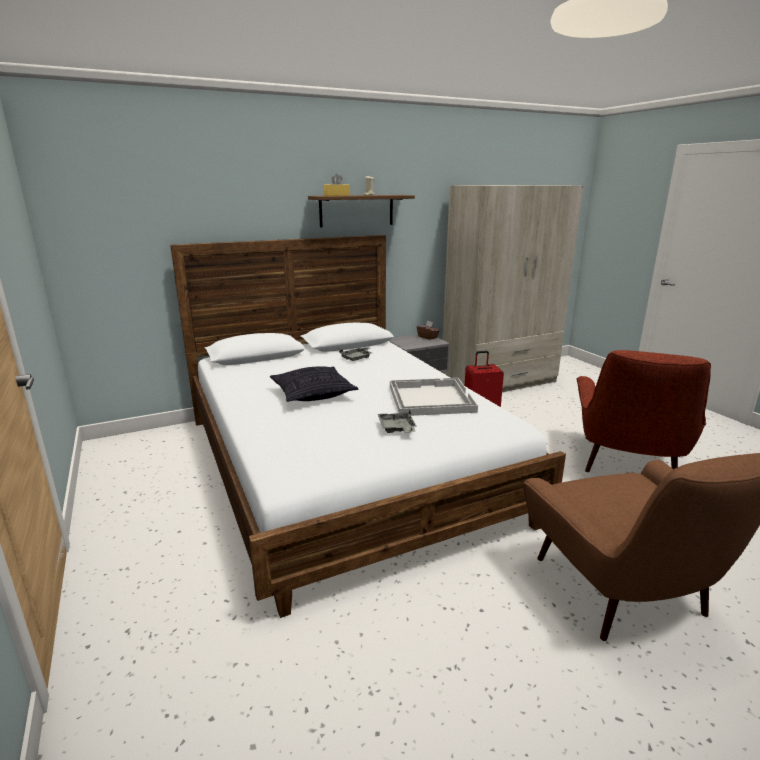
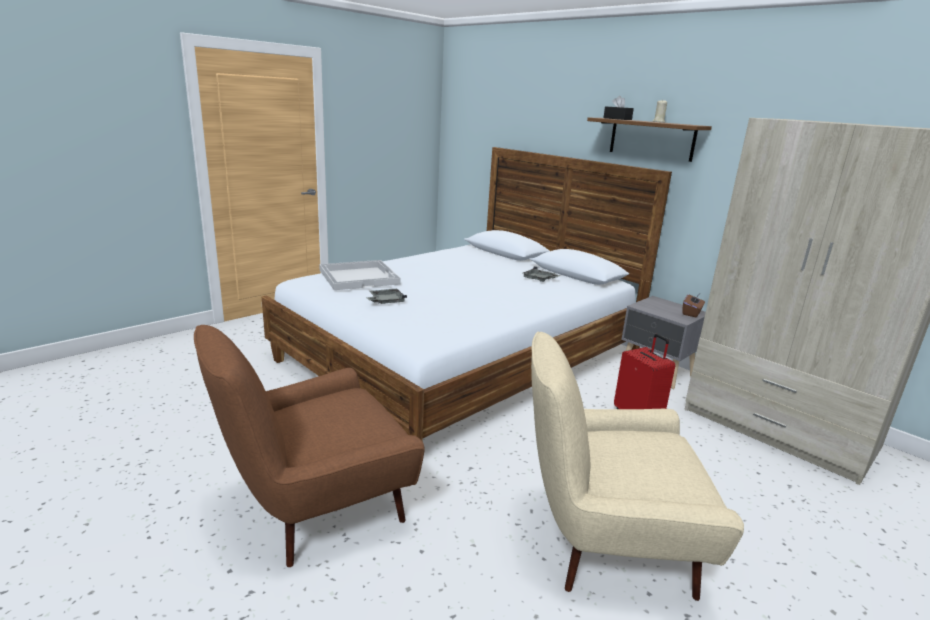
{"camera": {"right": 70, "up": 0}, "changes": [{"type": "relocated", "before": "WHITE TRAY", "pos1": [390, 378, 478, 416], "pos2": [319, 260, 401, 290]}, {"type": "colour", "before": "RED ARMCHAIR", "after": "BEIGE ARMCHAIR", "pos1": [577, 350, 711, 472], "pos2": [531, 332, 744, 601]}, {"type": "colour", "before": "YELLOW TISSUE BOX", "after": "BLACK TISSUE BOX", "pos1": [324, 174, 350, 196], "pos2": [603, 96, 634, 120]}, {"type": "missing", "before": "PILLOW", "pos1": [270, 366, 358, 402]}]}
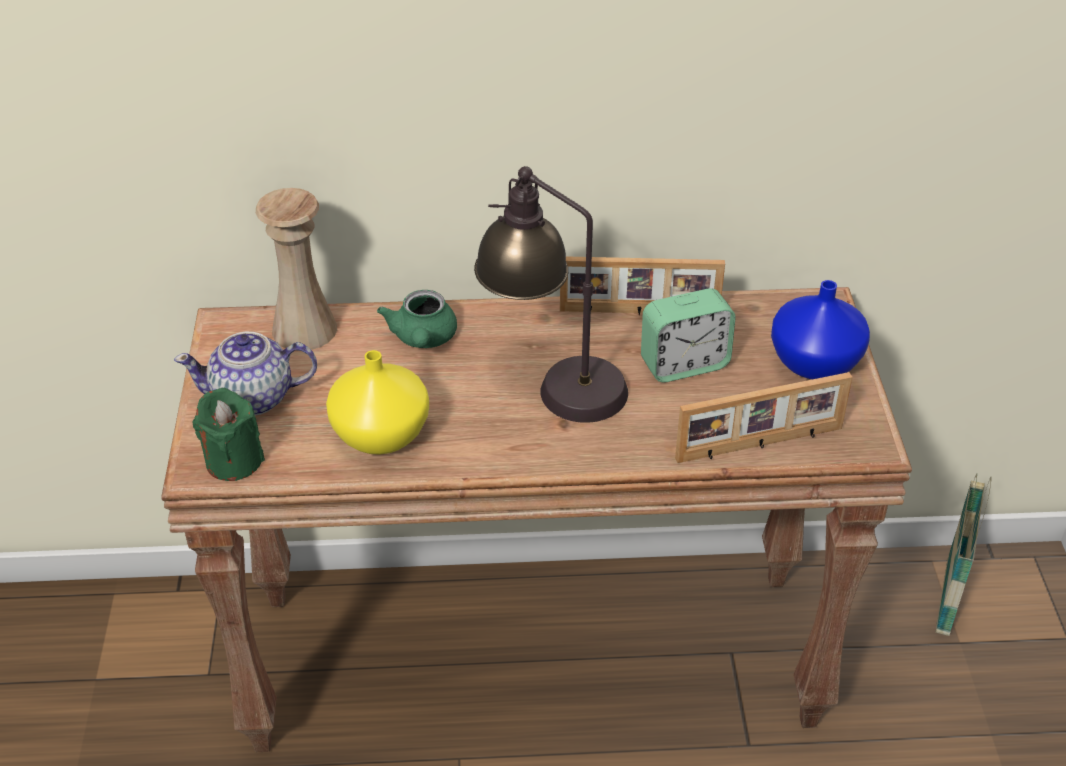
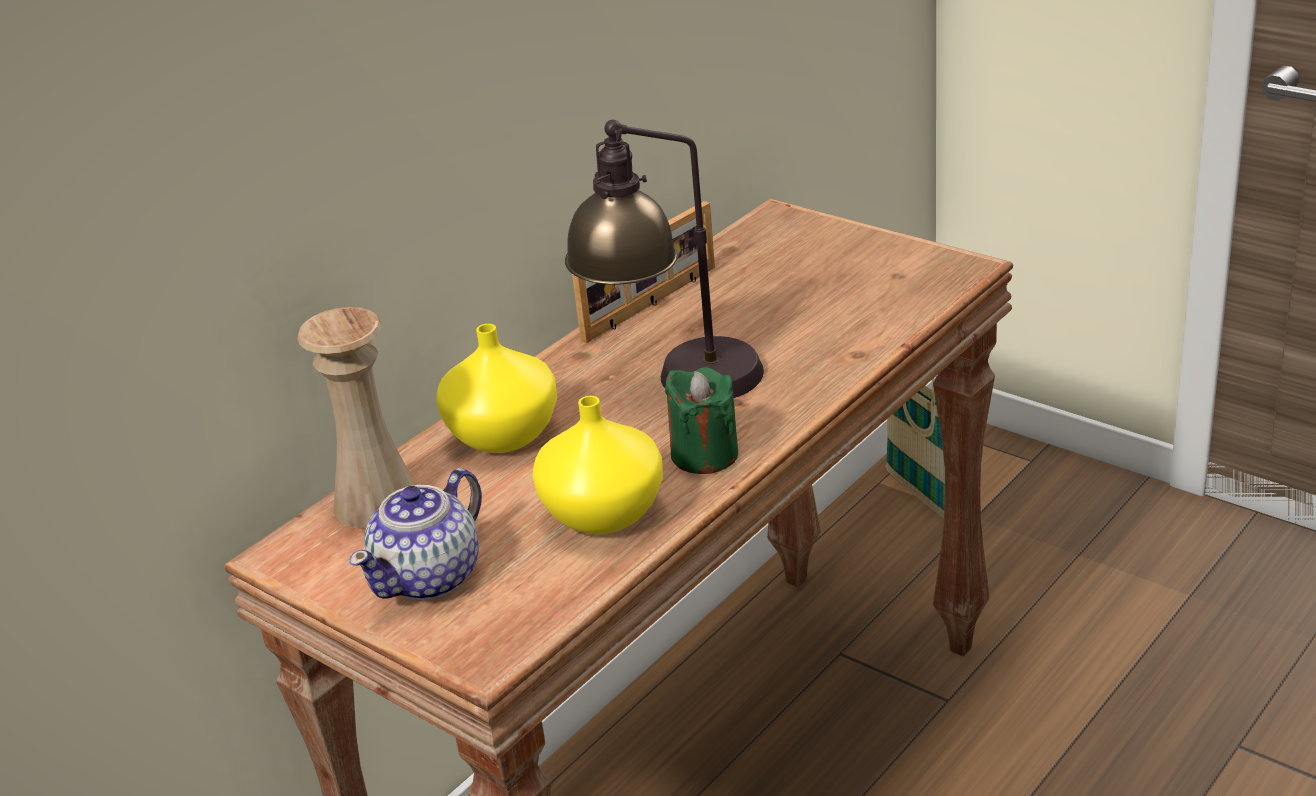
{"camera": {"right": -45, "up": -10}, "changes": [{"type": "exchanged", "before": "GREEN TEAPOT", "after": "YELLOW VASE", "pos1": [377, 290, 457, 348], "pos2": [437, 324, 557, 453]}, {"type": "relocated", "before": "GREEN CANDLE", "pos1": [192, 388, 265, 481], "pos2": [665, 367, 738, 474]}, {"type": "missing", "before": "ALARM CLOCK", "pos1": [641, 288, 736, 383]}, {"type": "missing", "before": "PICTURE FRAME", "pos1": [675, 372, 852, 463]}, {"type": "missing", "before": "BLUE VASE", "pos1": [771, 280, 870, 379]}]}
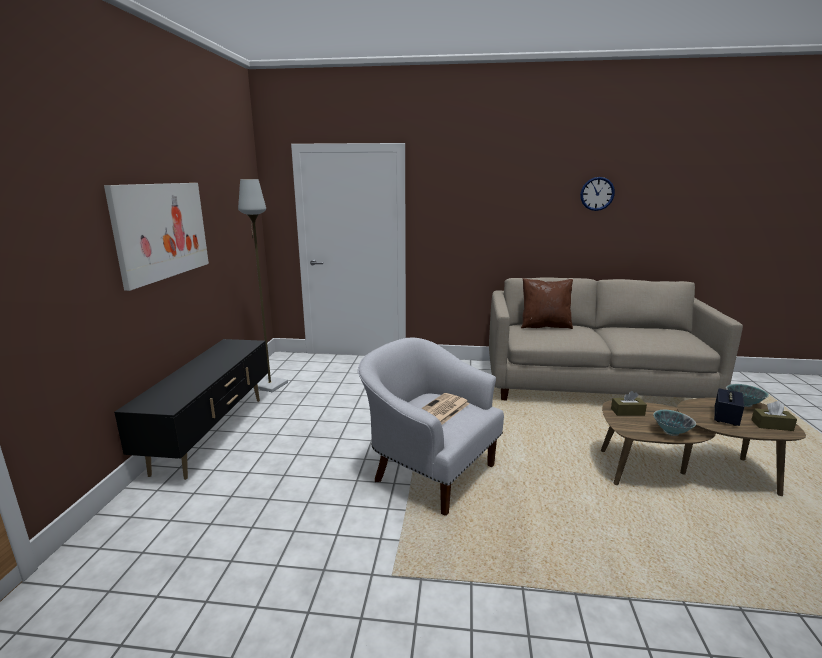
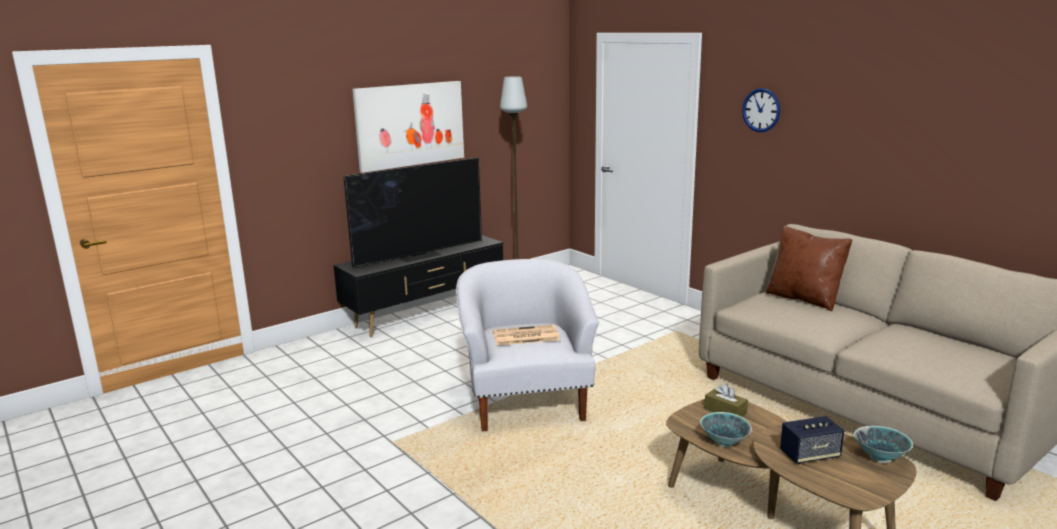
{"camera": {"right": 45, "up": 0}, "changes": [{"type": "appeared", "after": "TELEVISION", "pos2": [344, 158, 482, 267]}, {"type": "relocated", "before": "WALL CLOCK", "pos1": [580, 177, 615, 211], "pos2": [742, 88, 780, 132]}, {"type": "missing", "before": "BROWN TISSUE BOX", "pos1": [751, 401, 797, 431]}]}
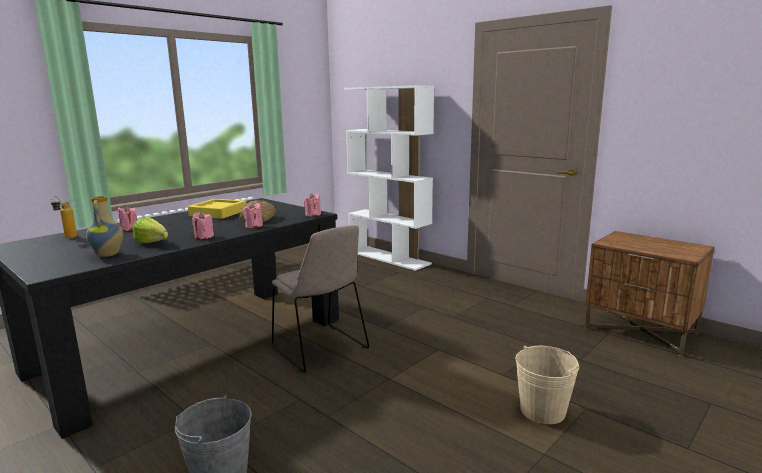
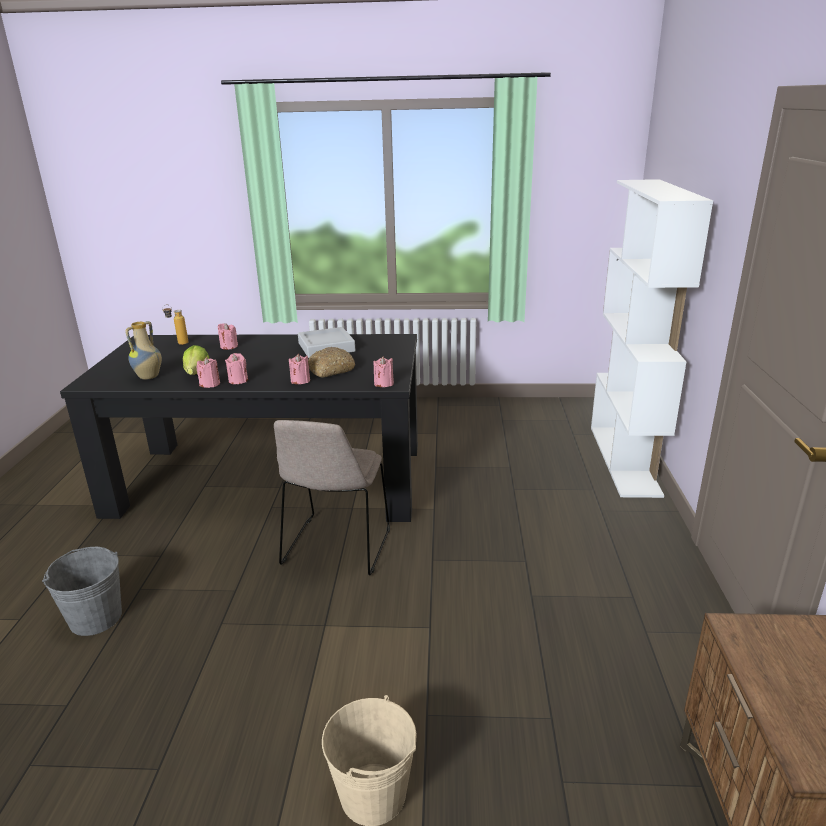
{"camera": {"right": 50, "up": 10}, "changes": [{"type": "appeared", "after": "PINK CANDLE", "pos2": [196, 357, 220, 388]}, {"type": "colour", "before": "YELLOW TRAY", "after": "GREY TRAY", "pos1": [188, 199, 247, 219], "pos2": [298, 327, 356, 358]}]}
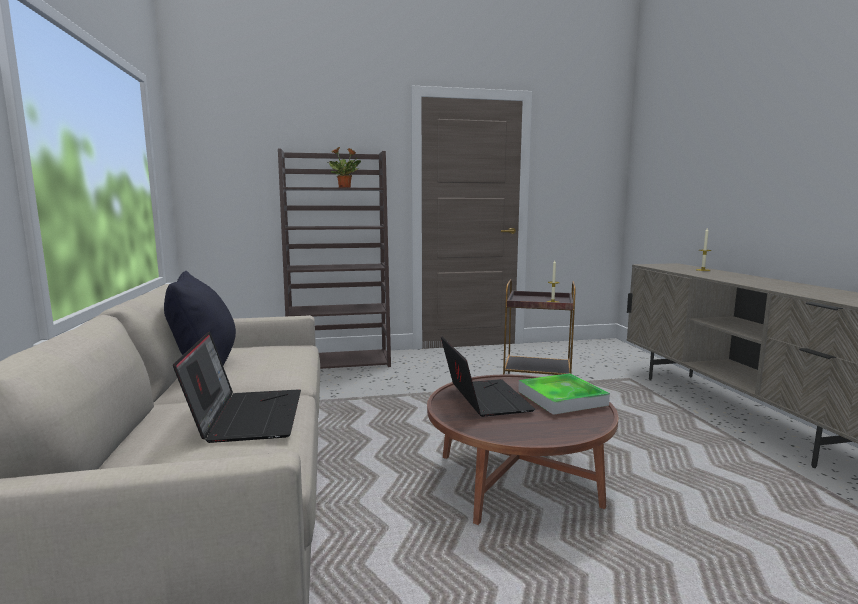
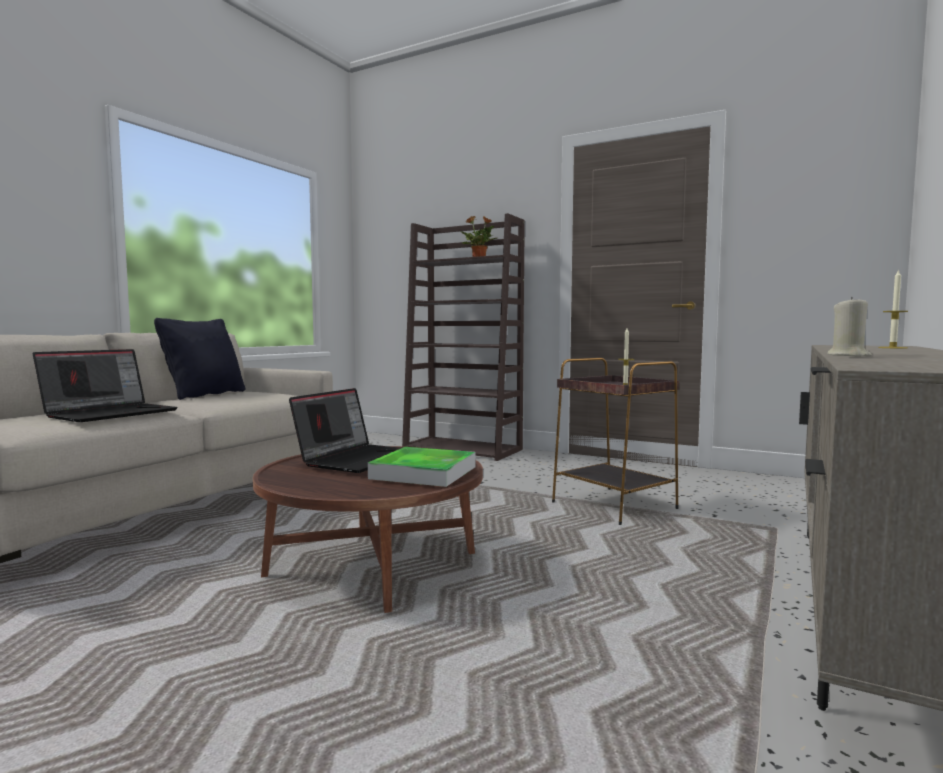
{"camera": {"right": 40, "up": -5}, "changes": [{"type": "appeared", "after": "BEIGE CANDLE", "pos2": [827, 297, 872, 357]}]}
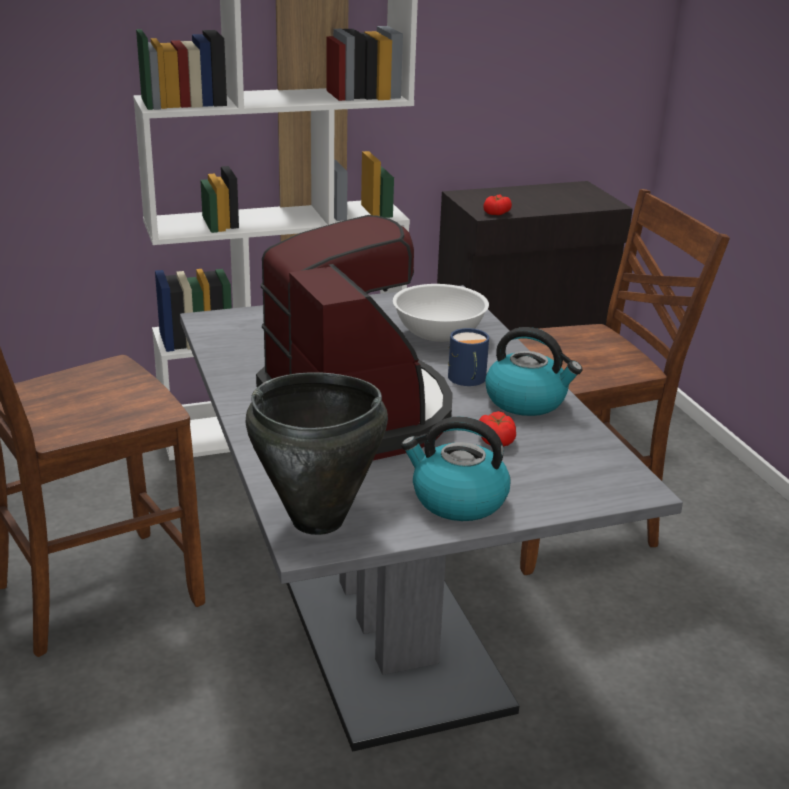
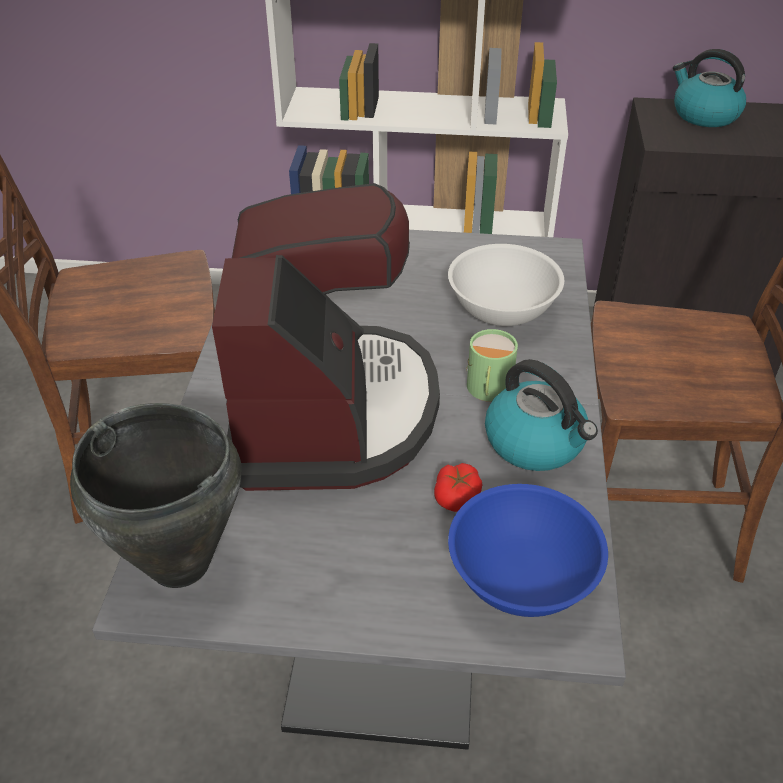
{"camera": {"right": 25, "up": 15}, "changes": [{"type": "appeared", "after": "BLUE BOWL", "pos2": [448, 484, 608, 617]}, {"type": "colour", "before": "BLUE MUG", "after": "GREEN MUG", "pos1": [448, 328, 489, 386], "pos2": [466, 329, 518, 402]}, {"type": "relocated", "before": "KETTLE", "pos1": [401, 416, 511, 521], "pos2": [673, 49, 746, 127]}, {"type": "missing", "before": "TOMATO", "pos1": [483, 194, 512, 215]}]}
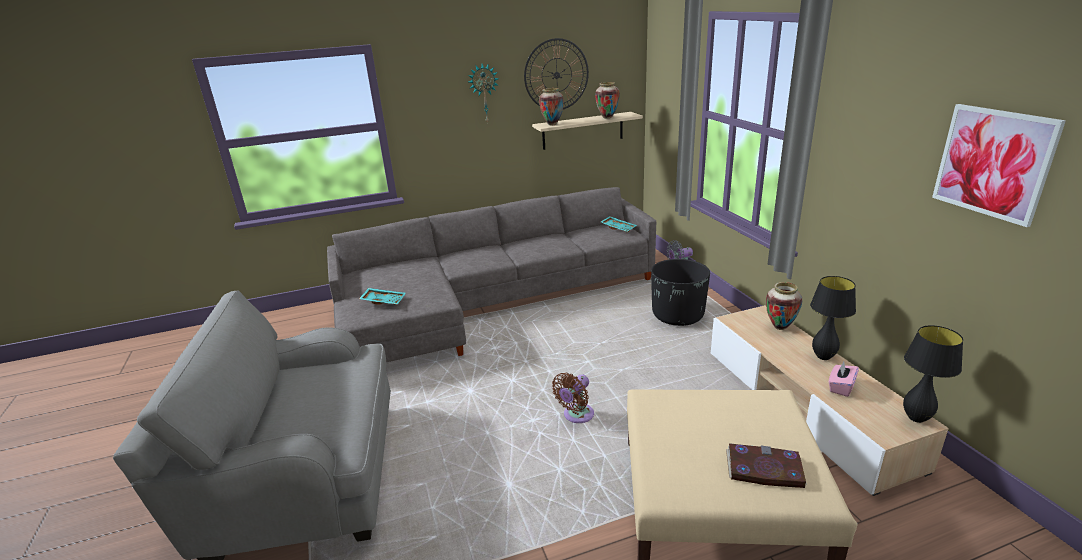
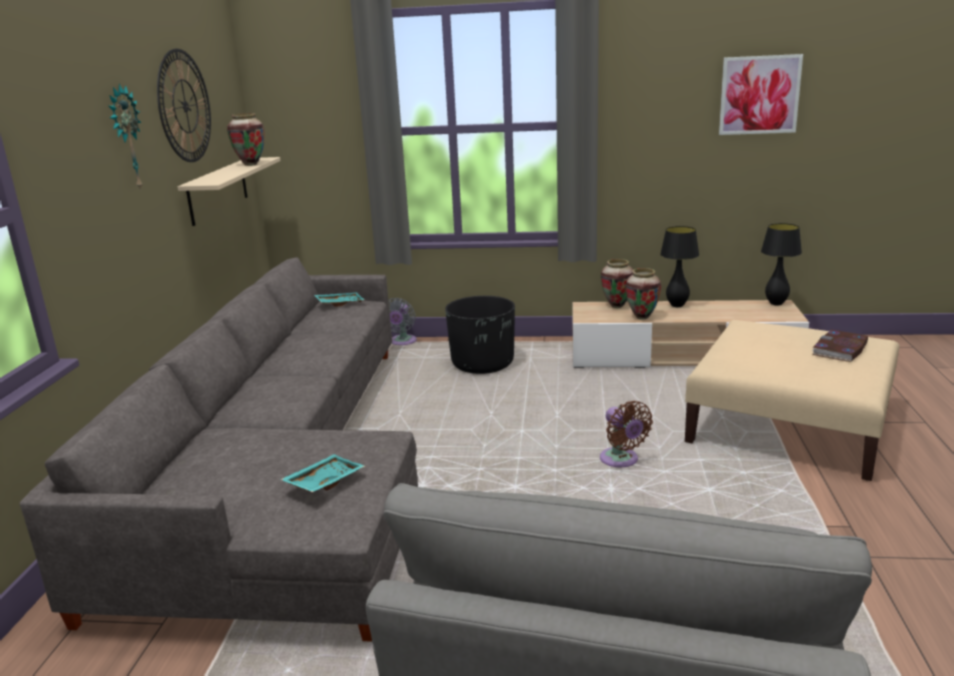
{"camera": {"right": -65, "up": -5}, "changes": [{"type": "relocated", "before": "VASE", "pos1": [539, 88, 564, 125], "pos2": [625, 268, 661, 319]}, {"type": "missing", "before": "PINK TISSUE BOX", "pos1": [829, 361, 859, 397]}]}
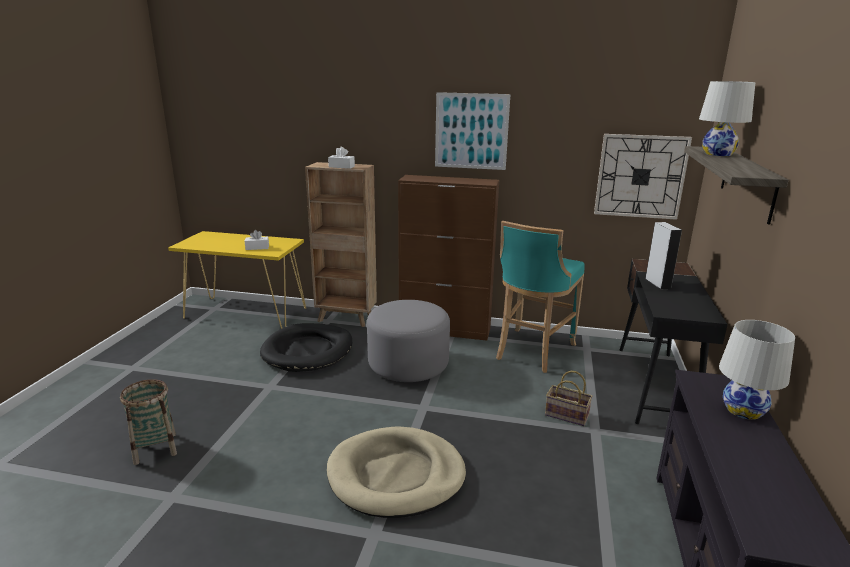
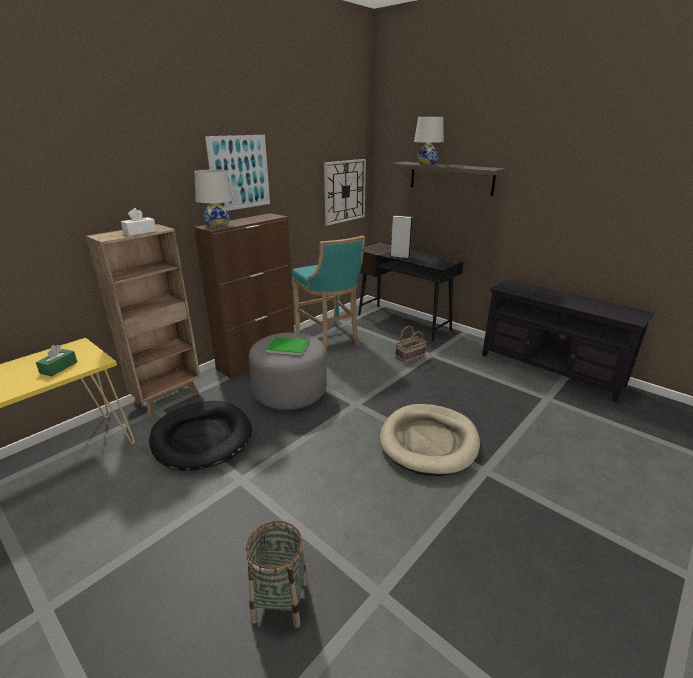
{"camera": {"right": -60, "up": 5}, "changes": [{"type": "colour", "before": "WHITE TISSUE BOX", "after": "GREEN TISSUE BOX", "pos1": [245, 230, 269, 250], "pos2": [36, 345, 77, 376]}, {"type": "relocated", "before": "WHITE TABLE LAMP", "pos1": [719, 320, 795, 420], "pos2": [194, 169, 233, 228]}, {"type": "appeared", "after": "GREEN BOOK", "pos2": [265, 337, 309, 356]}]}
